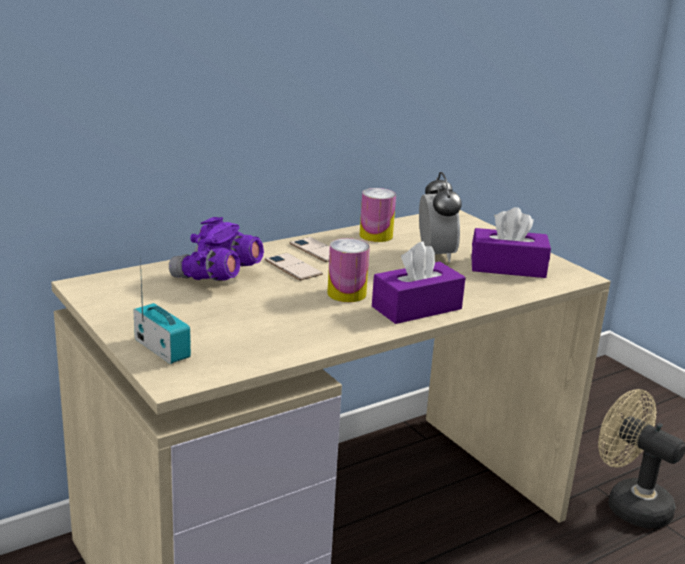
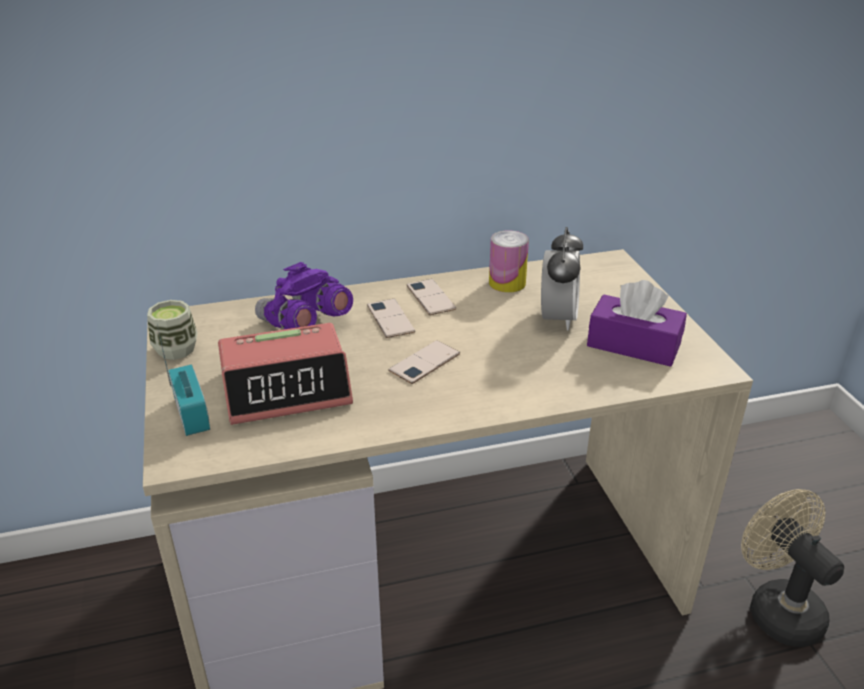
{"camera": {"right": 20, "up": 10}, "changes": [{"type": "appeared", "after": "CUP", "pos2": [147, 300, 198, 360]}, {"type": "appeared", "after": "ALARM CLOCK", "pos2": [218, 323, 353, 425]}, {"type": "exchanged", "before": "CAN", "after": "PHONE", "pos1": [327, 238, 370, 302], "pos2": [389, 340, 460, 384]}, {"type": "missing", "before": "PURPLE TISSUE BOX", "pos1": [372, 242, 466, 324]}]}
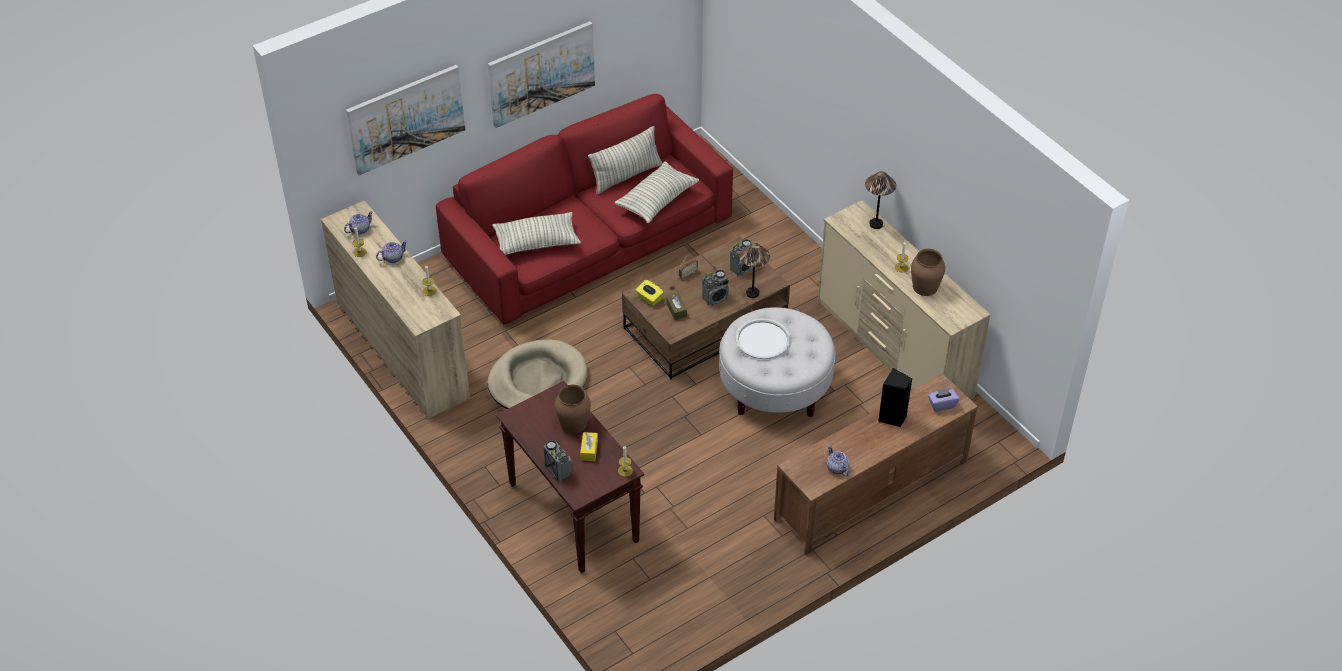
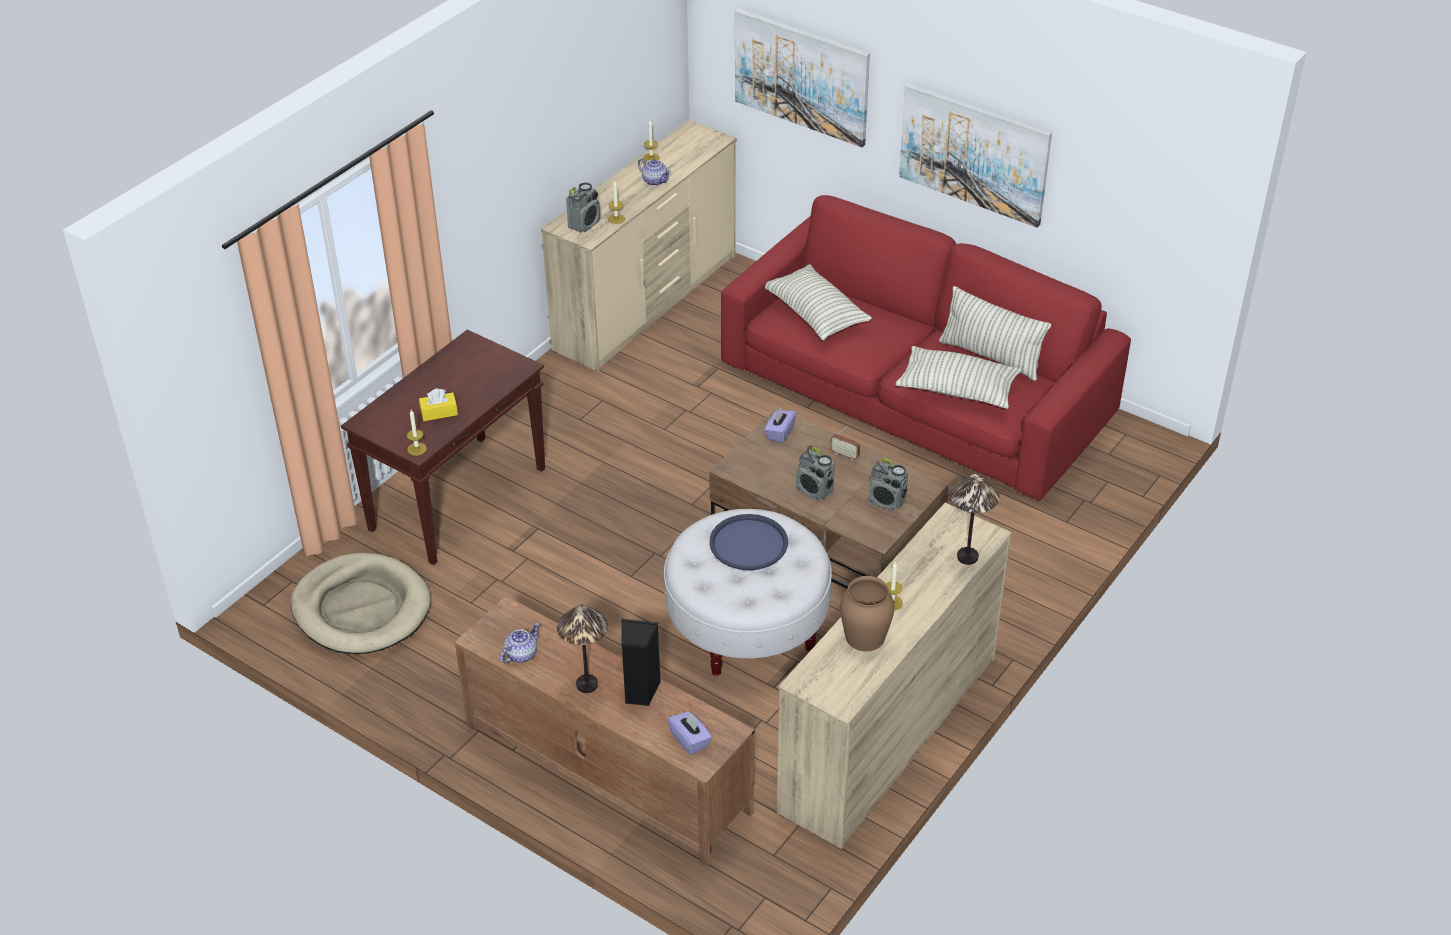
{"camera": {"right": 70, "up": -5}, "changes": [{"type": "relocated", "before": "BEIGE DOG BED", "pos1": [488, 340, 588, 409], "pos2": [291, 553, 431, 654]}, {"type": "relocated", "before": "TABLE LAMP", "pos1": [739, 243, 770, 298], "pos2": [557, 605, 608, 693]}, {"type": "relocated", "before": "RADIO", "pos1": [543, 440, 573, 482], "pos2": [566, 182, 600, 232]}, {"type": "colour", "before": "WHITE TRAY", "after": "BLUE TRAY", "pos1": [736, 318, 790, 359], "pos2": [709, 514, 788, 570]}, {"type": "colour", "before": "YELLOW TISSUE BOX", "after": "PURPLE TISSUE BOX", "pos1": [636, 280, 664, 306], "pos2": [764, 407, 797, 443]}, {"type": "missing", "before": "TEAPOT", "pos1": [344, 211, 373, 235]}, {"type": "missing", "before": "BROWN VASE", "pos1": [555, 384, 591, 434]}, {"type": "missing", "before": "BROWN TISSUE BOX", "pos1": [666, 294, 687, 320]}]}
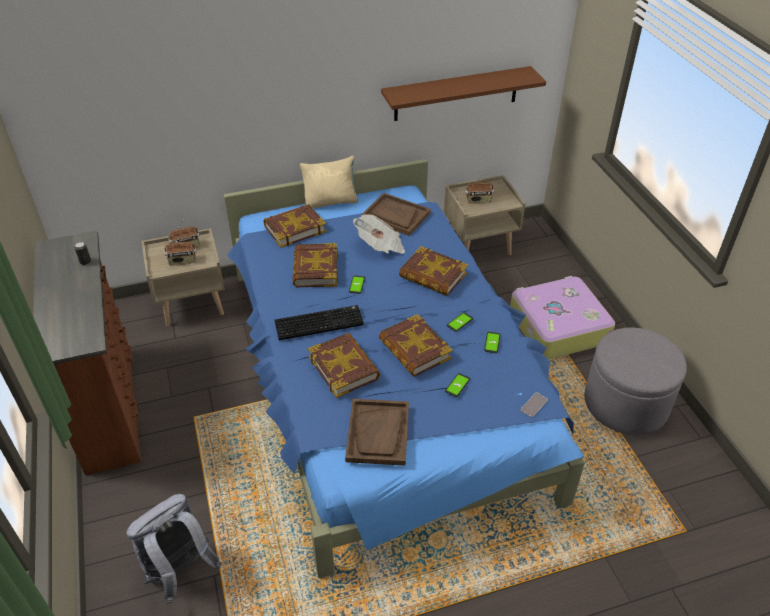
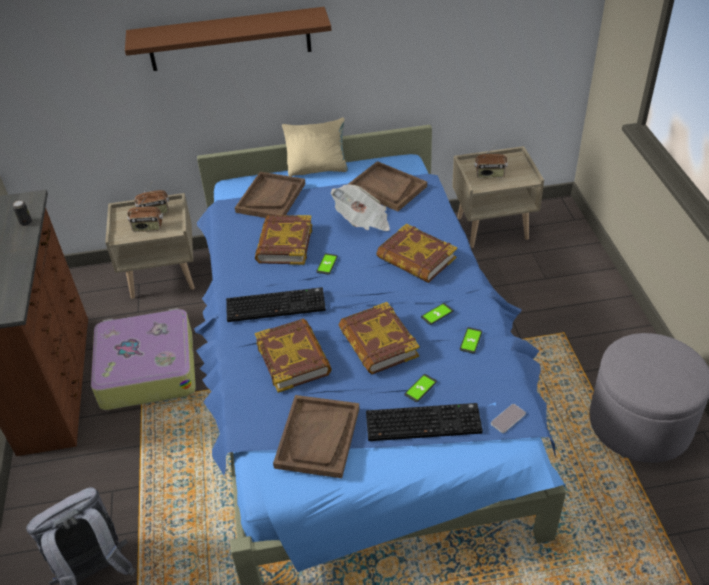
{"camera": {"right": 10, "up": 0}, "changes": [{"type": "relocated", "before": "SUITCASE", "pos1": [510, 276, 615, 359], "pos2": [91, 308, 196, 410]}, {"type": "relocated", "before": "BROWN SHELF", "pos1": [381, 66, 546, 121], "pos2": [125, 7, 331, 71]}, {"type": "exchanged", "before": "BOOK", "after": "BROWN TRAY", "pos1": [263, 204, 327, 248], "pos2": [235, 172, 305, 218]}, {"type": "appeared", "after": "KEYBOARD", "pos2": [366, 403, 483, 441]}]}
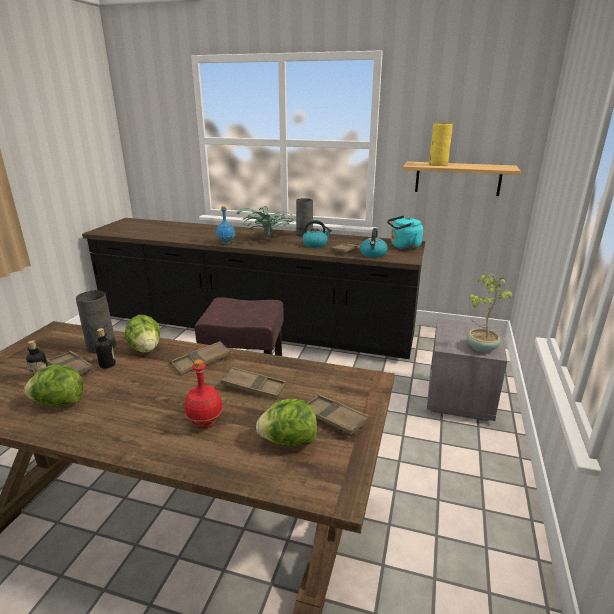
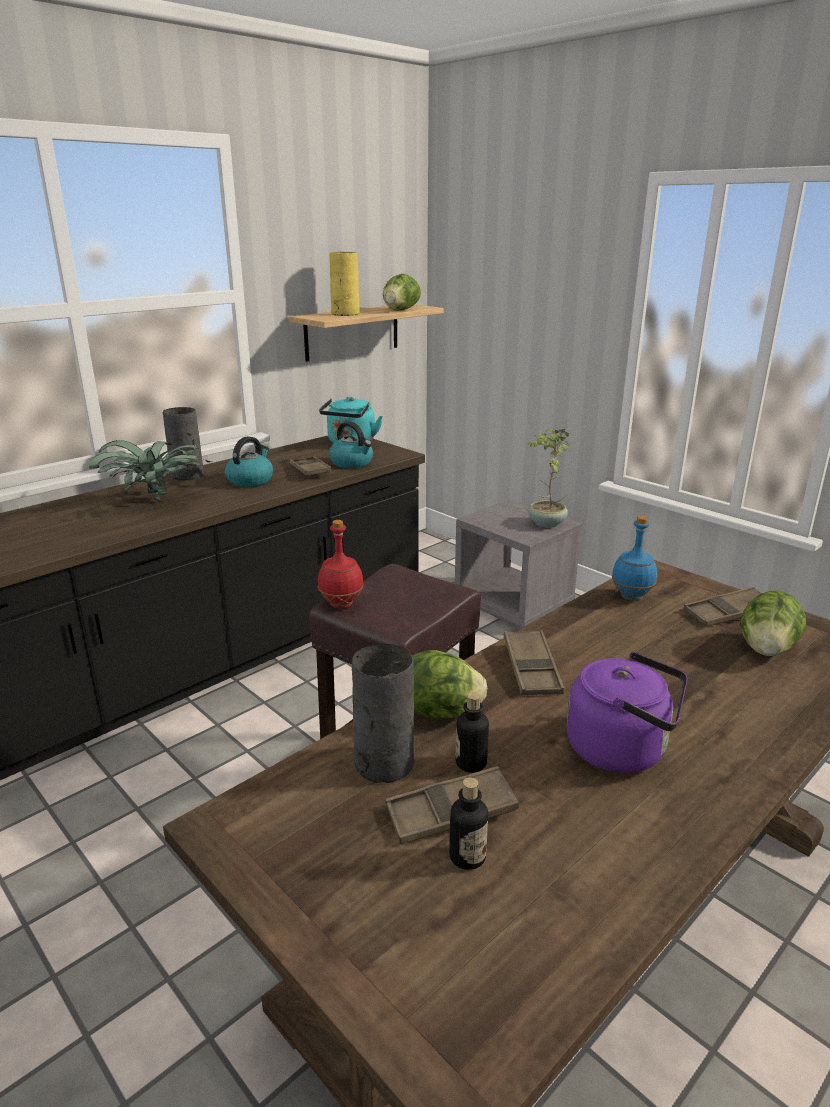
{"camera": {"right": -60, "up": 0}, "changes": [{"type": "relocated", "before": "RED BOTTLE", "pos1": [185, 359, 223, 429], "pos2": [318, 520, 364, 609]}, {"type": "relocated", "before": "LETTUCE", "pos1": [24, 365, 83, 406], "pos2": [383, 274, 421, 311]}, {"type": "appeared", "after": "PURPLE KETTLE", "pos2": [567, 652, 688, 773]}, {"type": "relocated", "before": "BLUE BOTTLE", "pos1": [216, 206, 235, 244], "pos2": [612, 516, 657, 601]}, {"type": "missing", "before": "BROWN TRAY", "pos1": [221, 367, 286, 399]}]}
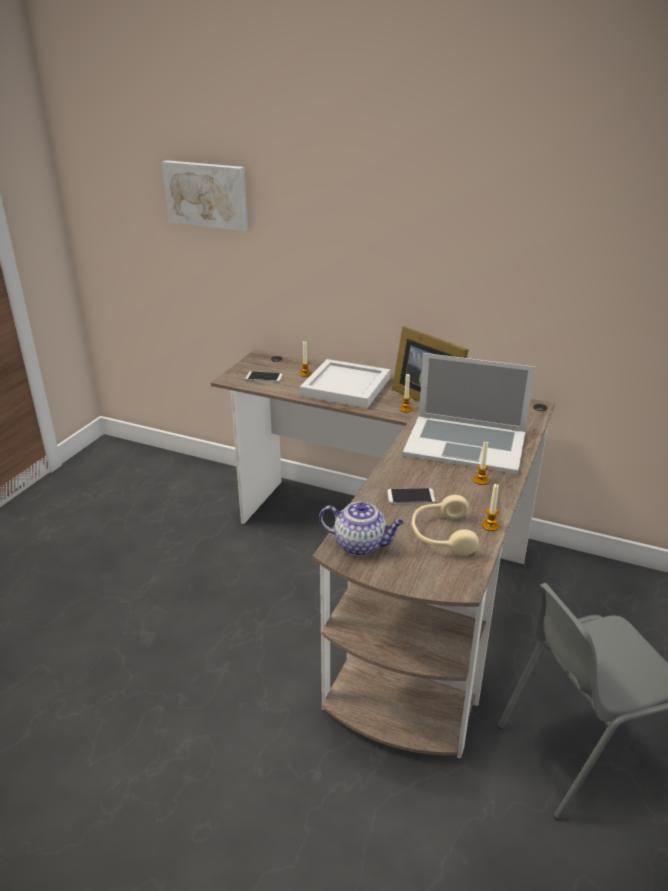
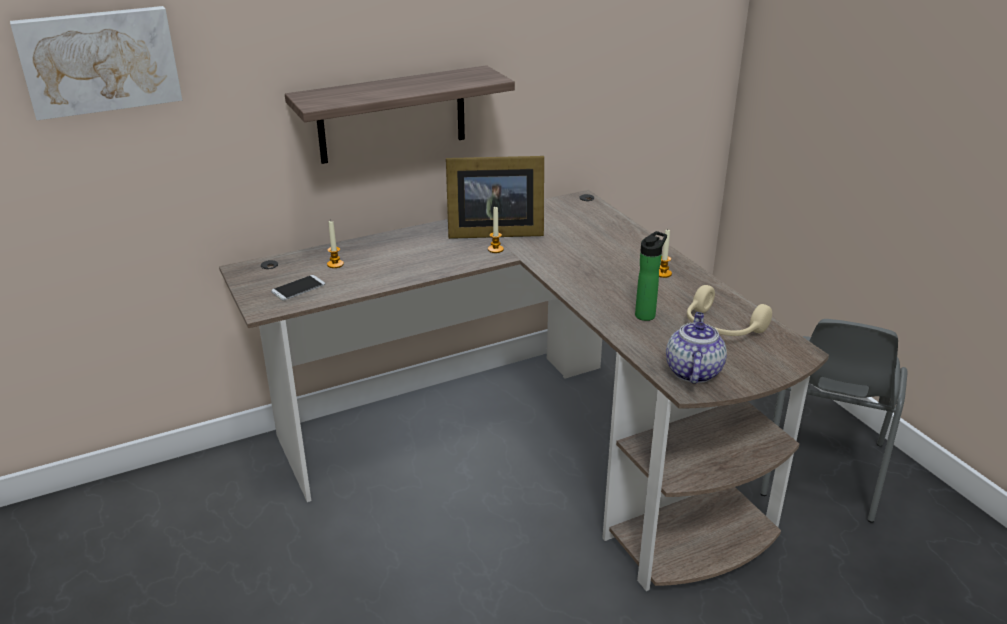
{"camera": {"right": -50, "up": 0}, "changes": [{"type": "appeared", "after": "SHELF", "pos2": [285, 65, 515, 164]}, {"type": "exchanged", "before": "PHONE", "after": "BOTTLE", "pos1": [387, 488, 436, 504], "pos2": [635, 231, 667, 321]}, {"type": "spun", "before": "TEAPOT", "pos1": [319, 502, 404, 556], "pos2": [666, 312, 727, 384], "turn": -45}, {"type": "missing", "before": "WHITE TRAY", "pos1": [300, 359, 390, 408]}, {"type": "missing", "before": "LAPTOP", "pos1": [402, 353, 535, 474]}, {"type": "missing", "before": "CANDLE", "pos1": [482, 484, 499, 531]}]}
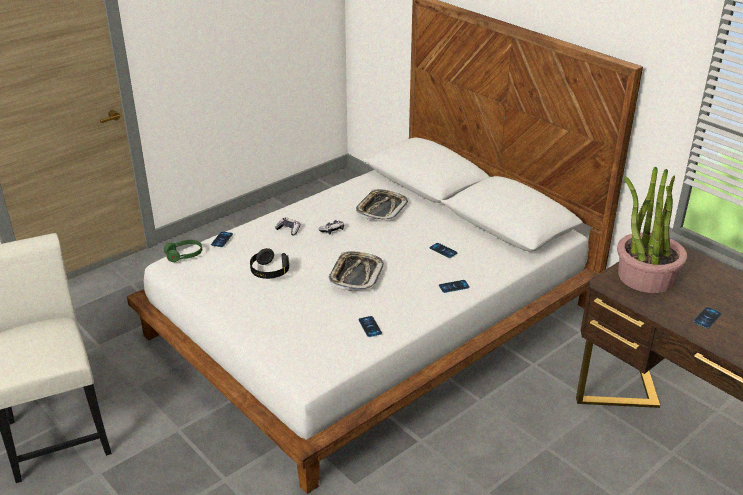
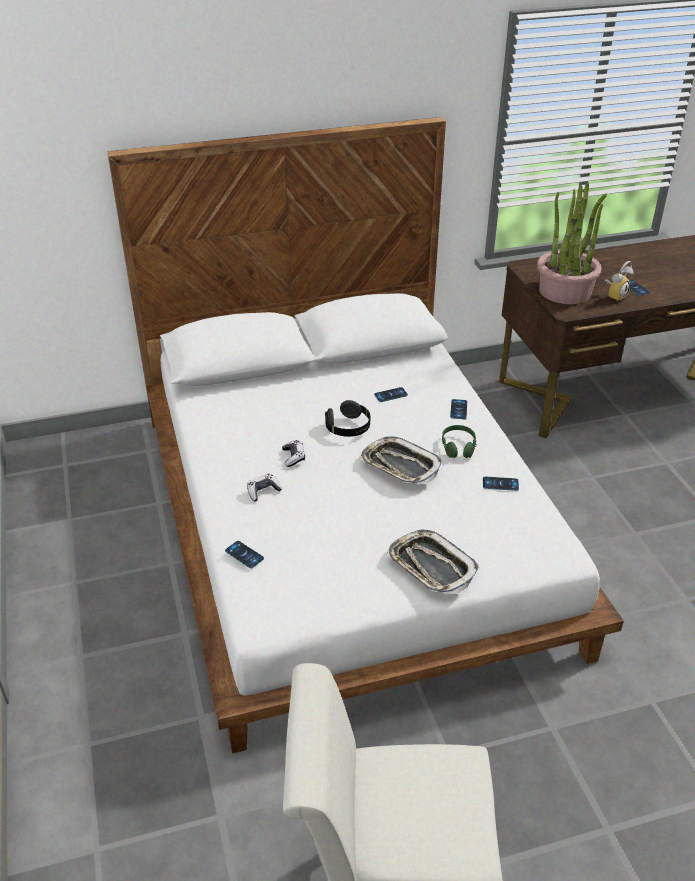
{"camera": {"right": -65, "up": 5}, "changes": [{"type": "relocated", "before": "BLACK HEADPHONES", "pos1": [250, 248, 289, 279], "pos2": [325, 400, 370, 437]}, {"type": "relocated", "before": "TRAY", "pos1": [356, 189, 408, 220], "pos2": [387, 529, 479, 595]}, {"type": "relocated", "before": "GREEN HEADPHONES", "pos1": [164, 240, 202, 262], "pos2": [442, 425, 477, 458]}, {"type": "appeared", "after": "ALARM CLOCK", "pos2": [605, 261, 633, 302]}]}
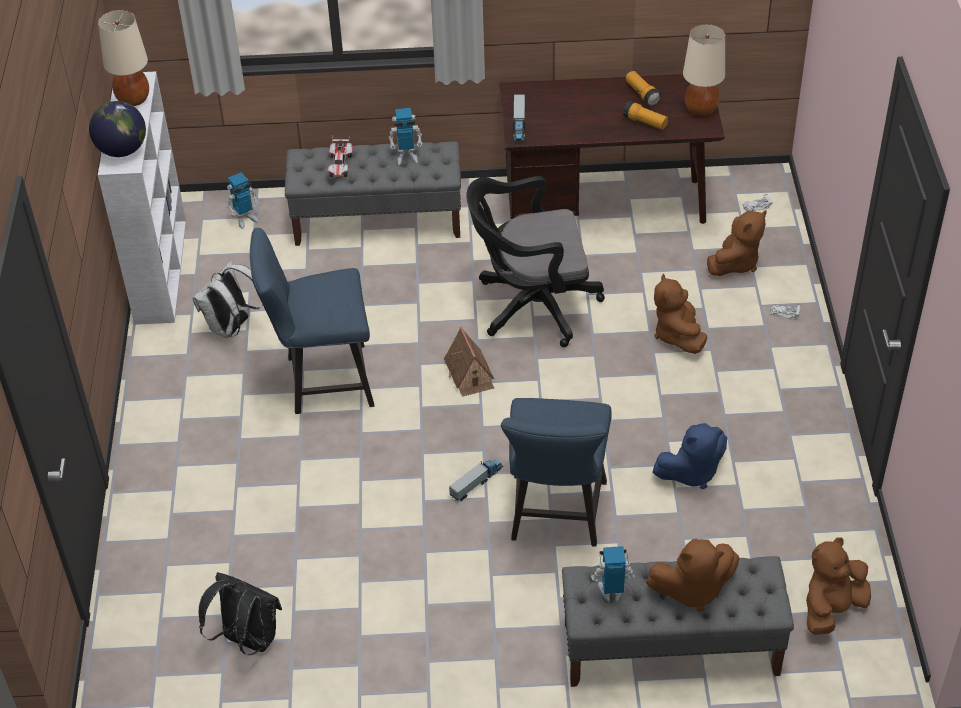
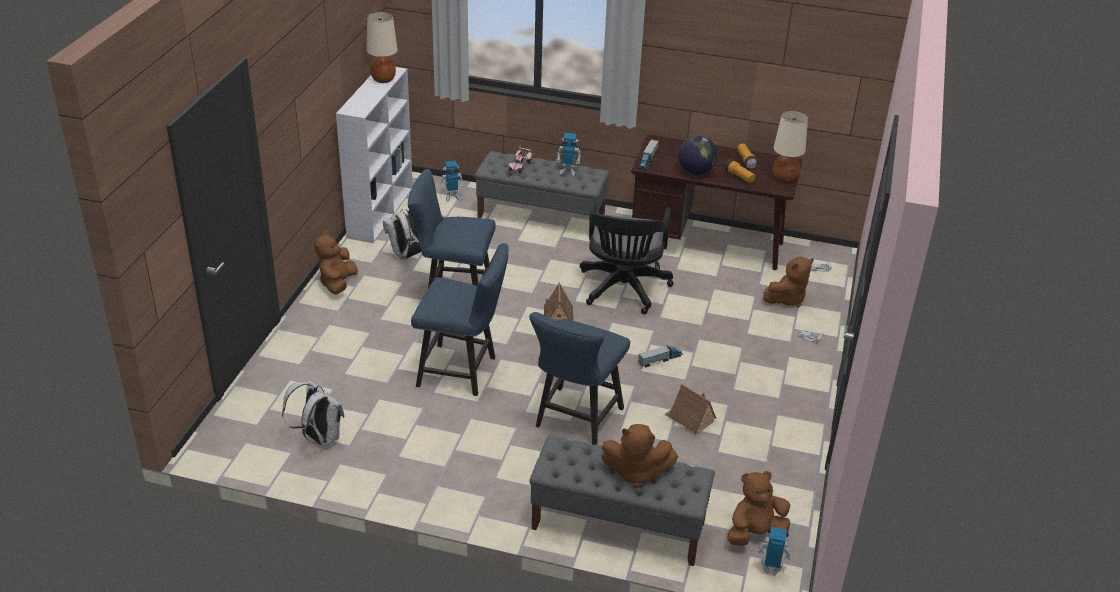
{"camera": {"right": 15, "up": -10}, "changes": [{"type": "colour", "before": "BLACK BACKPACK", "after": "WHITE BACKPACK", "pos1": [199, 572, 282, 655], "pos2": [282, 379, 344, 447]}, {"type": "relocated", "before": "BROWN PLUSH TOY", "pos1": [654, 273, 707, 354], "pos2": [314, 231, 358, 294]}, {"type": "appeared", "after": "BLUE CHAIR", "pos2": [411, 243, 509, 396]}, {"type": "spun", "before": "BLACK OFFICE CHAIR", "pos1": [466, 176, 605, 347], "pos2": [580, 199, 673, 314], "turn": -90}, {"type": "relocated", "before": "TOY TRUCK", "pos1": [449, 460, 503, 501], "pos2": [638, 345, 683, 368]}, {"type": "exchanged", "before": "BLUE PLUSH TOY", "after": "TOY HOUSE", "pos1": [652, 423, 727, 489], "pos2": [664, 384, 716, 435]}, {"type": "relocated", "before": "GLOBE", "pos1": [89, 101, 146, 157], "pos2": [679, 136, 718, 175]}, {"type": "relocated", "before": "TOY ROBOT", "pos1": [591, 546, 635, 602], "pos2": [757, 527, 791, 576]}]}
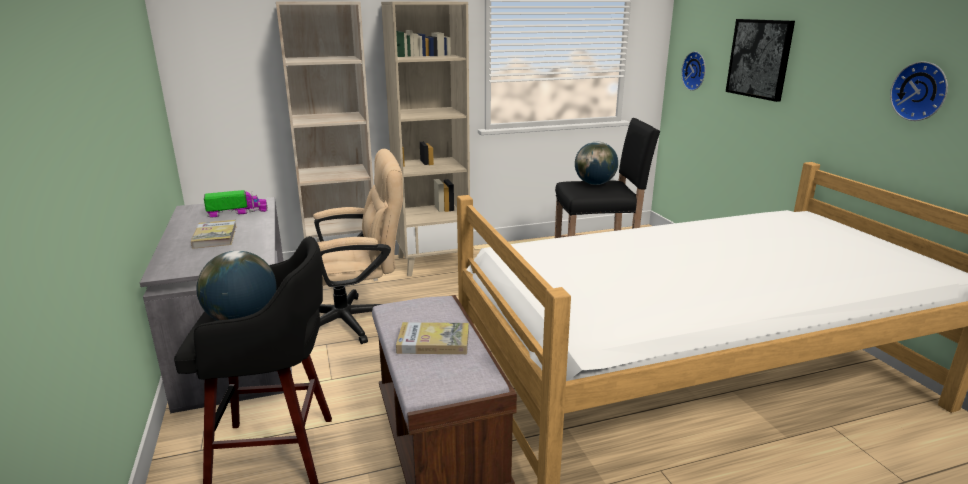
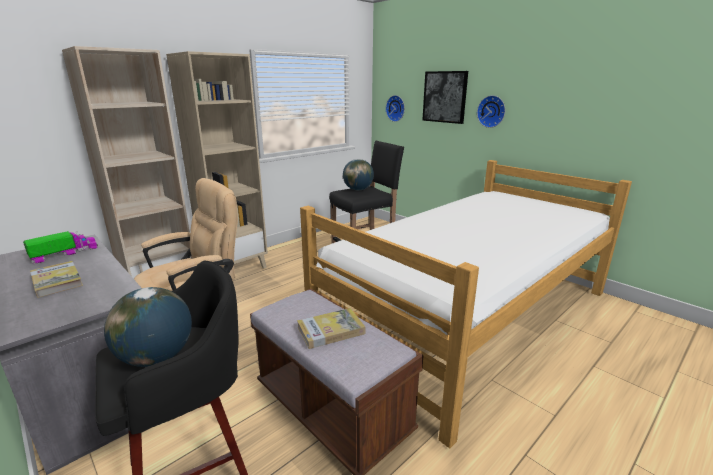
{"camera": {"right": -25, "up": 0}, "changes": [{"type": "relocated", "before": "WALL CLOCK", "pos1": [890, 61, 948, 121], "pos2": [477, 95, 505, 128]}]}
